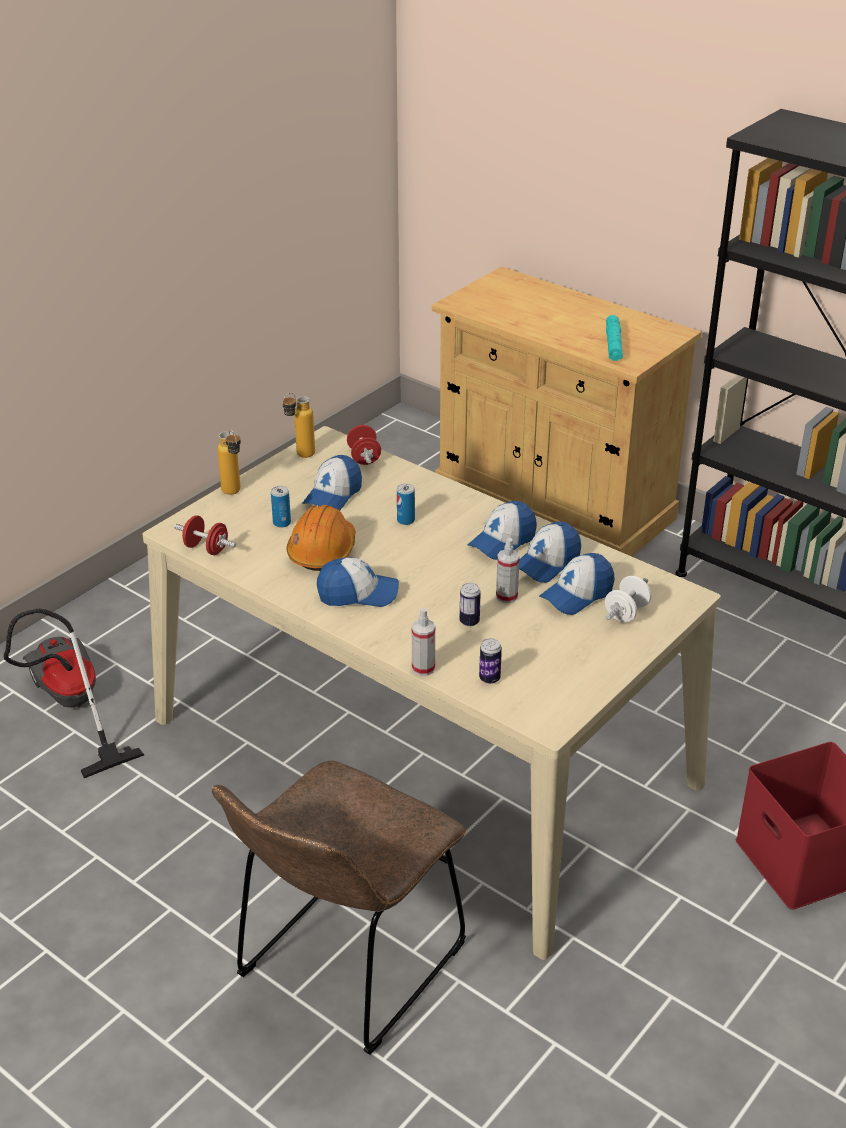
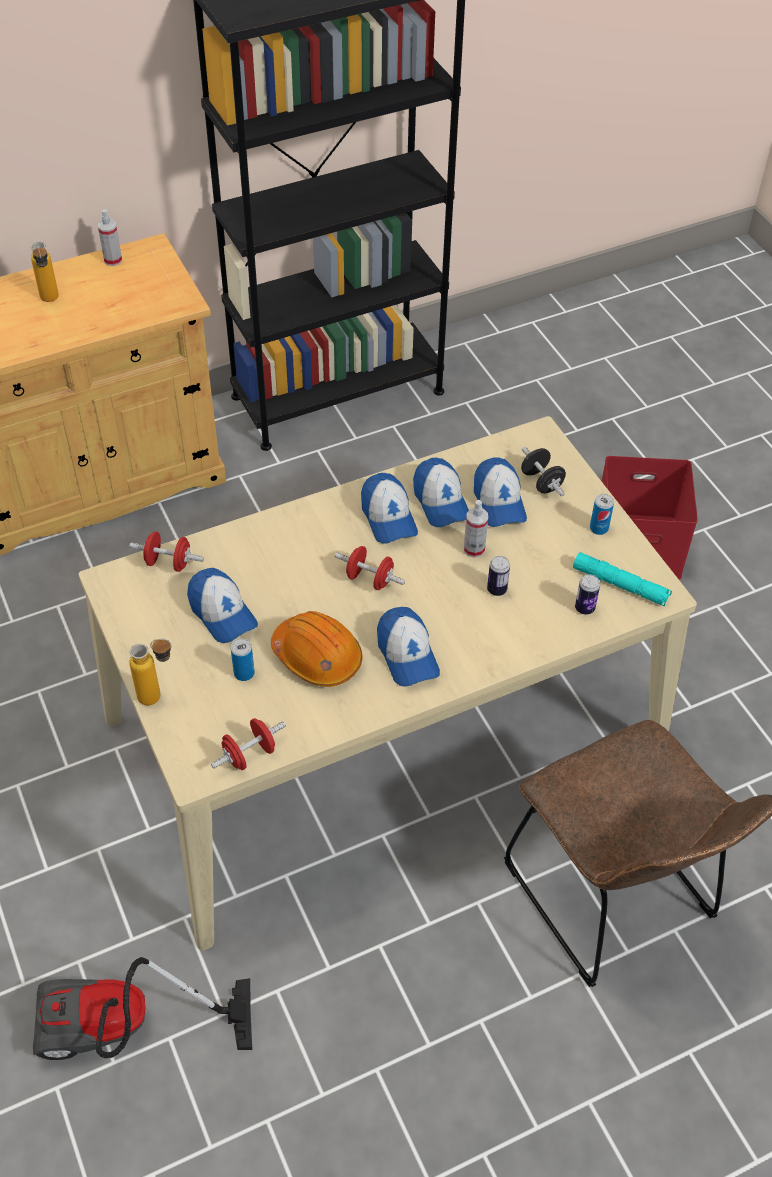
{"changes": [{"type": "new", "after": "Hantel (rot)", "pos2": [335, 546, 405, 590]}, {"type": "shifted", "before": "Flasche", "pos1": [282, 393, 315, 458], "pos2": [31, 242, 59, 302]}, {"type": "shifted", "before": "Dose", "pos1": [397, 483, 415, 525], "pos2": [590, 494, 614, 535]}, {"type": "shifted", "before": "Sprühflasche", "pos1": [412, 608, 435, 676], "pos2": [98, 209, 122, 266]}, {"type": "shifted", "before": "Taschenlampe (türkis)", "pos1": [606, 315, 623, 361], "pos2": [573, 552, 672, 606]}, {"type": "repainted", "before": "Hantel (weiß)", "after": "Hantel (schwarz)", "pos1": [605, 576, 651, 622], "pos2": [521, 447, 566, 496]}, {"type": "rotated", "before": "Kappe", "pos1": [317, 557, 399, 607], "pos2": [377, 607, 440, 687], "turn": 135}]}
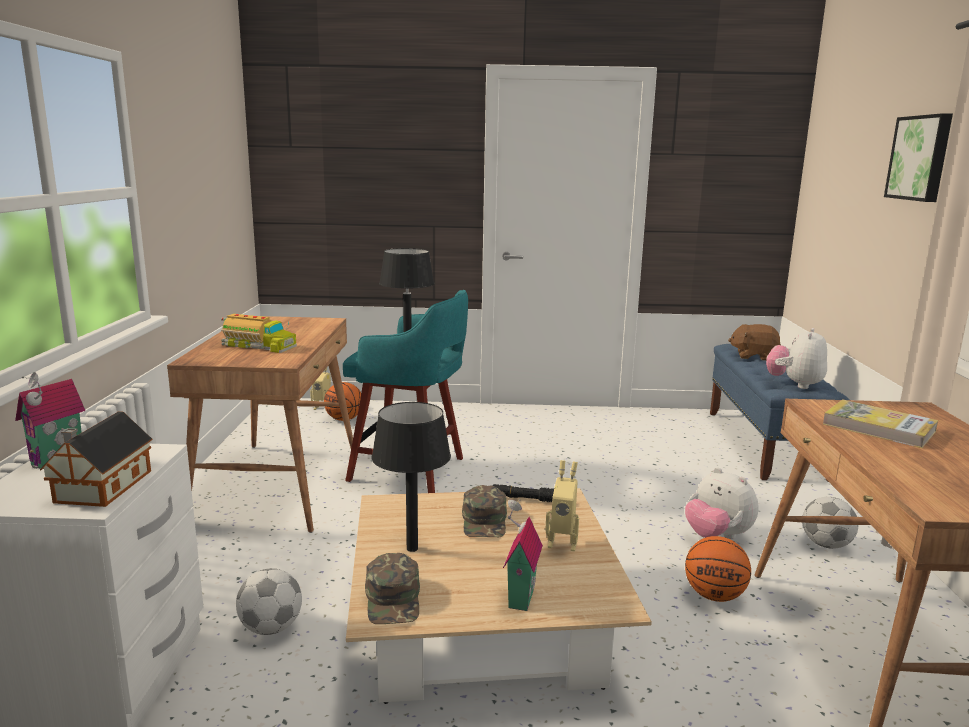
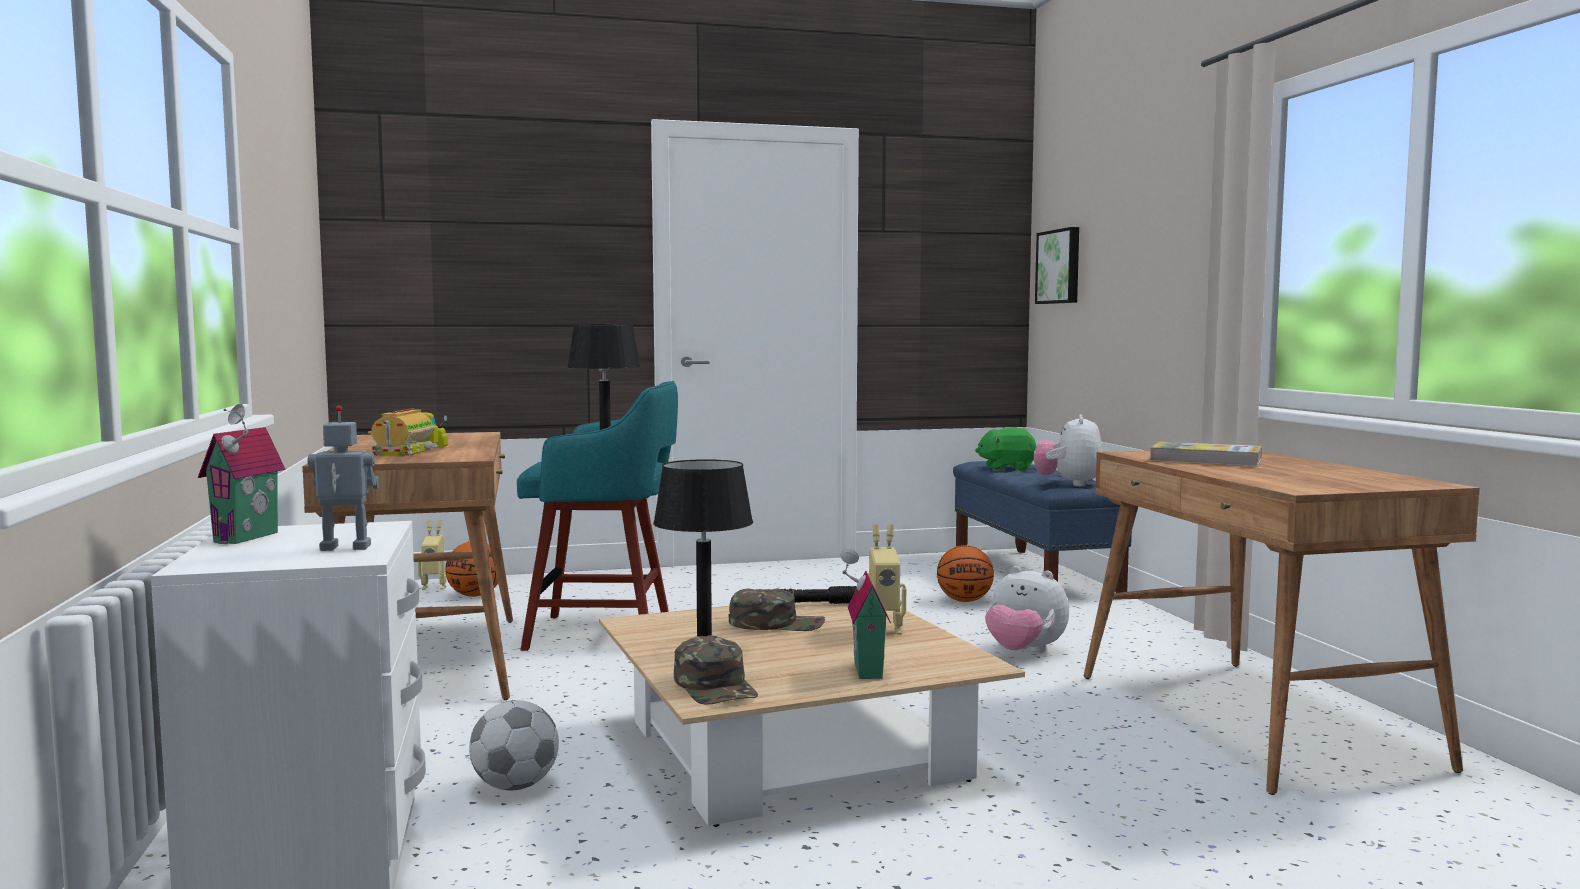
{"changes": [{"type": "gone", "before": "Fußball", "pos1": [802, 497, 858, 549]}, {"type": "shifted", "before": "Basketball", "pos1": [685, 536, 751, 602], "pos2": [937, 545, 994, 602]}, {"type": "shifted", "before": "Bild", "pos1": [884, 113, 953, 202], "pos2": [1035, 227, 1079, 304]}, {"type": "swapped", "before": "Spielzeughaus", "after": "Spielzeugroboter", "pos1": [40, 411, 153, 507], "pos2": [307, 406, 379, 551]}, {"type": "repainted", "before": "Plüschtier (braun)", "after": "Plüschtier (grün)", "pos1": [728, 324, 781, 361], "pos2": [975, 428, 1036, 471]}, {"type": "rotated", "before": "Spielzeuglaster", "pos1": [221, 314, 297, 353], "pos2": [368, 409, 448, 456], "turn": -90}, {"type": "rotated", "before": "Kappe (grün)", "pos1": [462, 485, 507, 537], "pos2": [729, 589, 825, 631], "turn": -75}]}
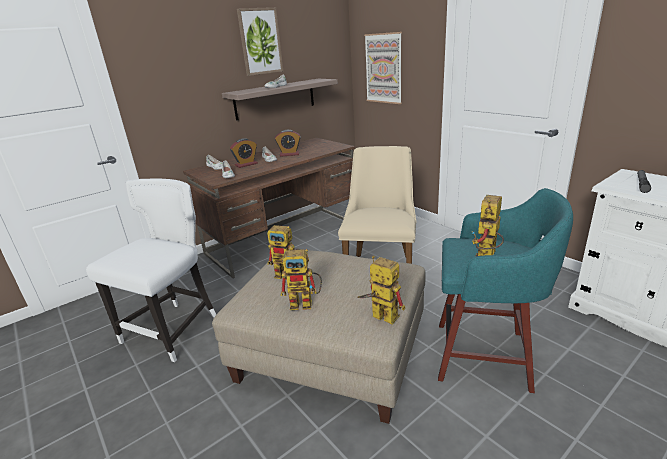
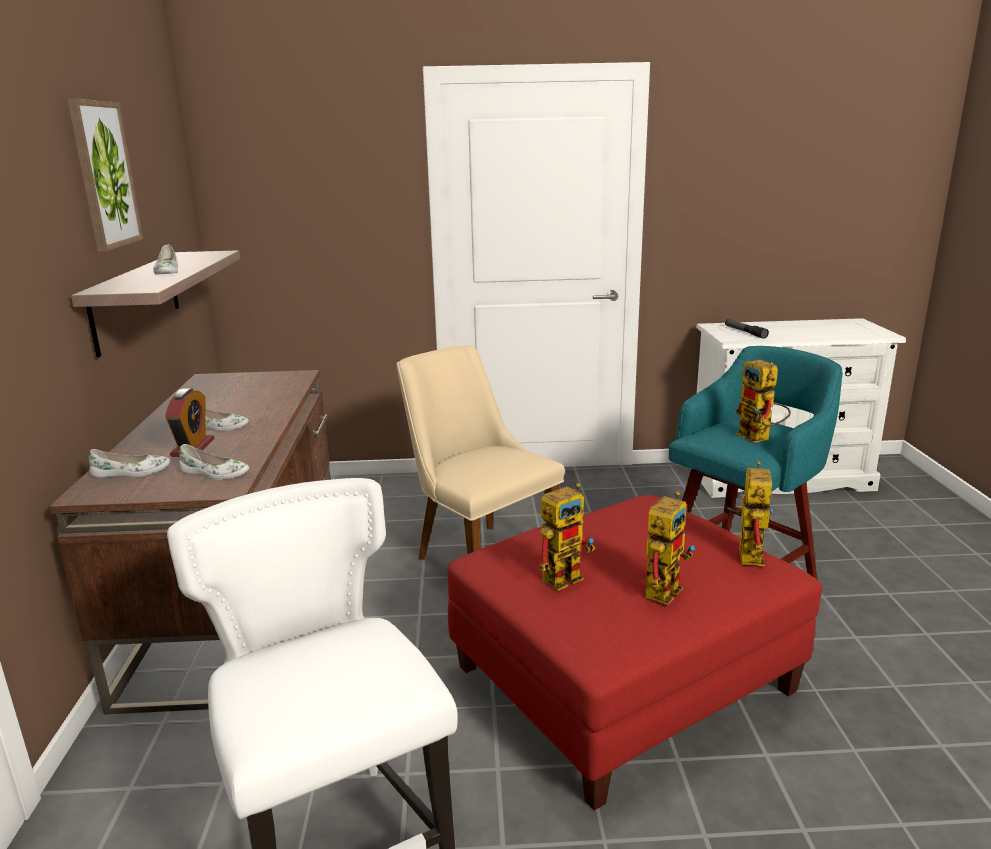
{"changes": [{"type": "gone", "before": "Wecker", "pos1": [275, 130, 301, 157]}, {"type": "gone", "before": "Bild", "pos1": [364, 32, 402, 104]}, {"type": "repainted", "before": "Polsterhocker (beige)", "after": "Polsterhocker (rot)", "pos1": [212, 250, 426, 424], "pos2": [448, 495, 822, 811]}, {"type": "rotated", "before": "Spielzeugroboter", "pos1": [357, 256, 405, 324], "pos2": [726, 461, 774, 566], "turn": 120}]}
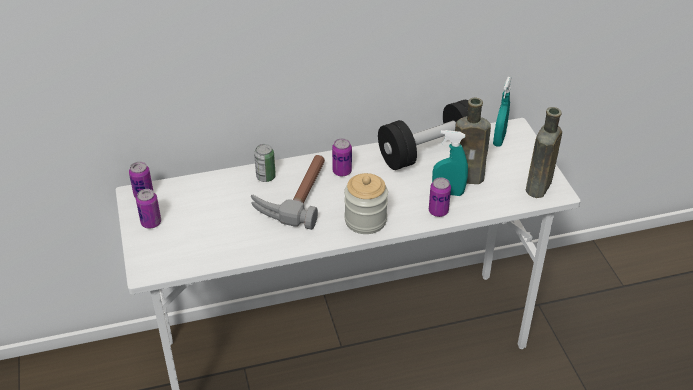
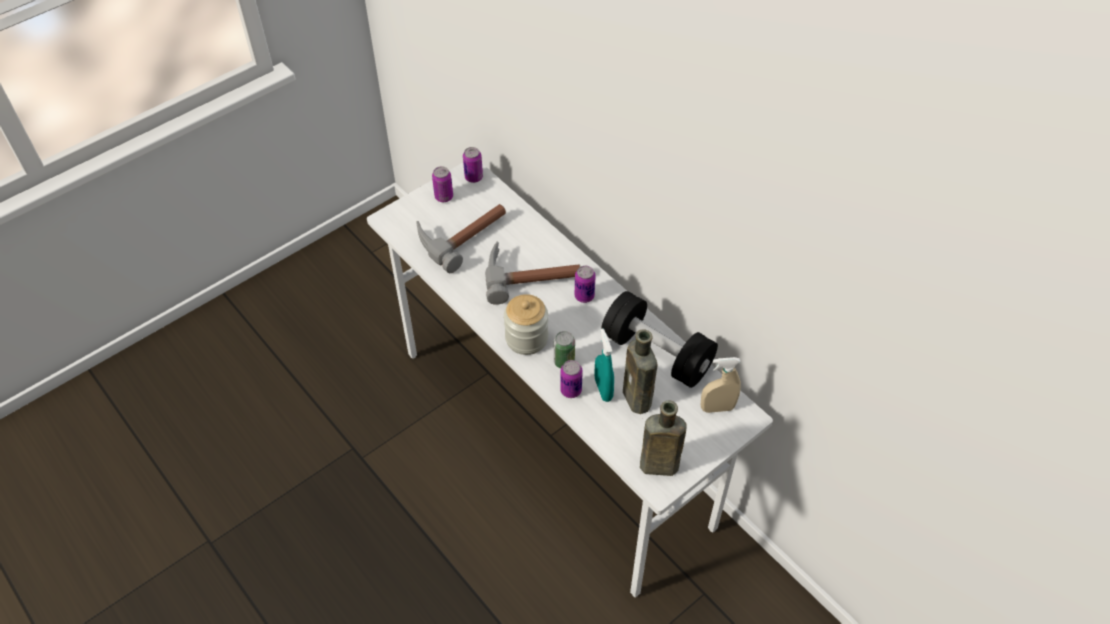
{"changes": [{"type": "new", "after": "Hammer", "pos2": [416, 204, 506, 274]}, {"type": "shifted", "before": "Dose", "pos1": [254, 144, 276, 182], "pos2": [554, 331, 575, 368]}, {"type": "repainted", "before": "Sprühflasche (türkis)", "after": "Sprühflasche (beige)", "pos1": [493, 77, 511, 147], "pos2": [701, 357, 741, 413]}]}
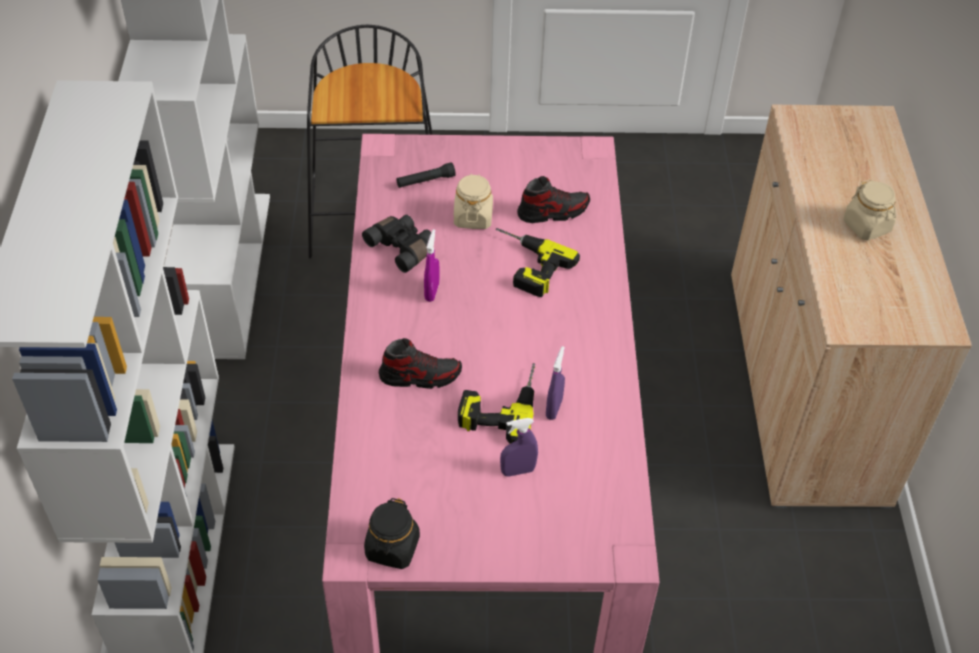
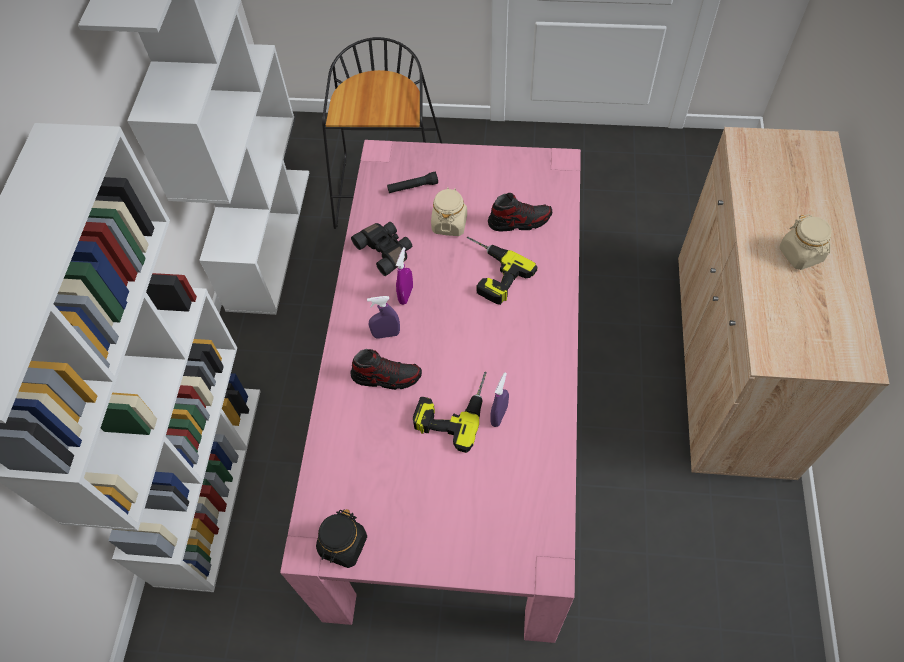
{"changes": [{"type": "shifted", "before": "Sprühflasche (lila)", "pos1": [500, 418, 538, 476], "pos2": [367, 296, 400, 339]}]}
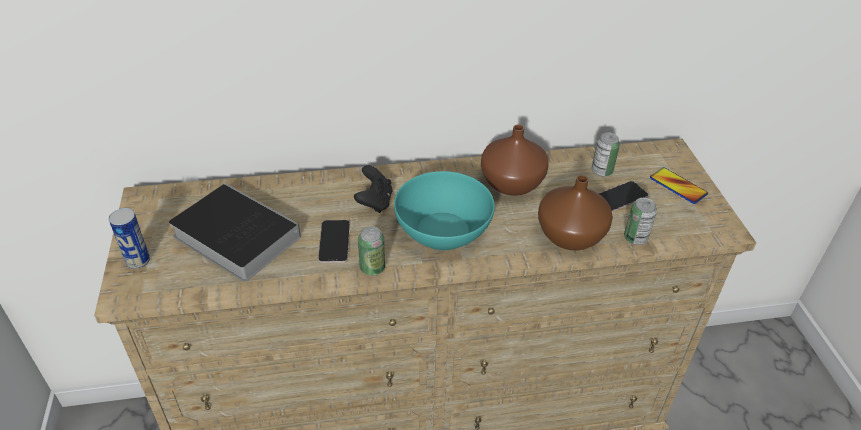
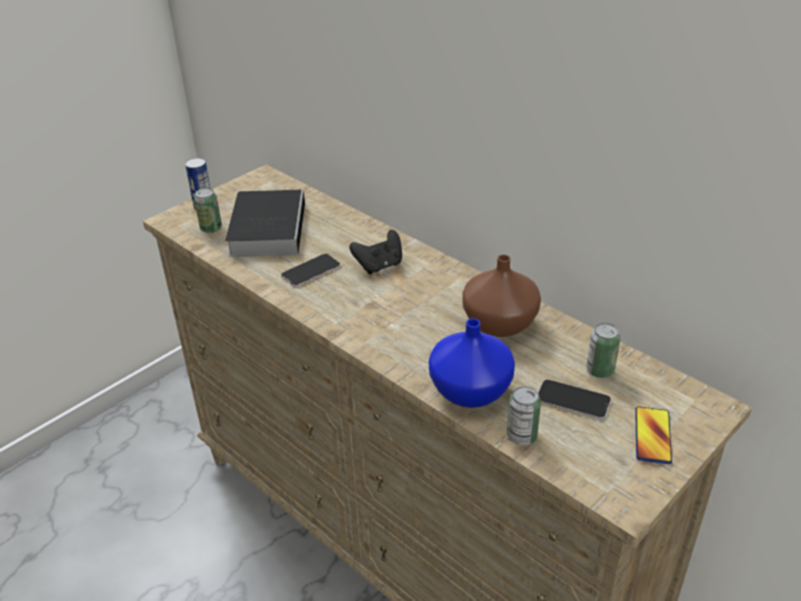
{"changes": [{"type": "gone", "before": "Schüssel (türkis)", "pos1": [394, 171, 495, 250]}, {"type": "shifted", "before": "Dose", "pos1": [358, 226, 385, 276], "pos2": [194, 188, 222, 233]}, {"type": "repainted", "before": "Vase (braun)", "after": "Vase (blau)", "pos1": [538, 175, 613, 250], "pos2": [429, 318, 515, 408]}]}
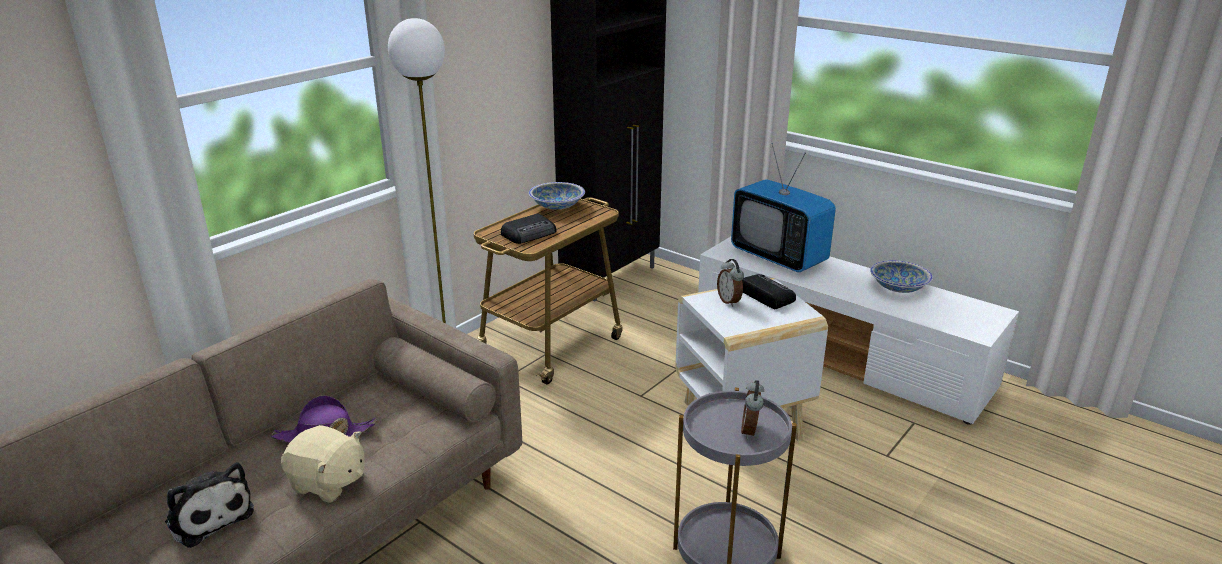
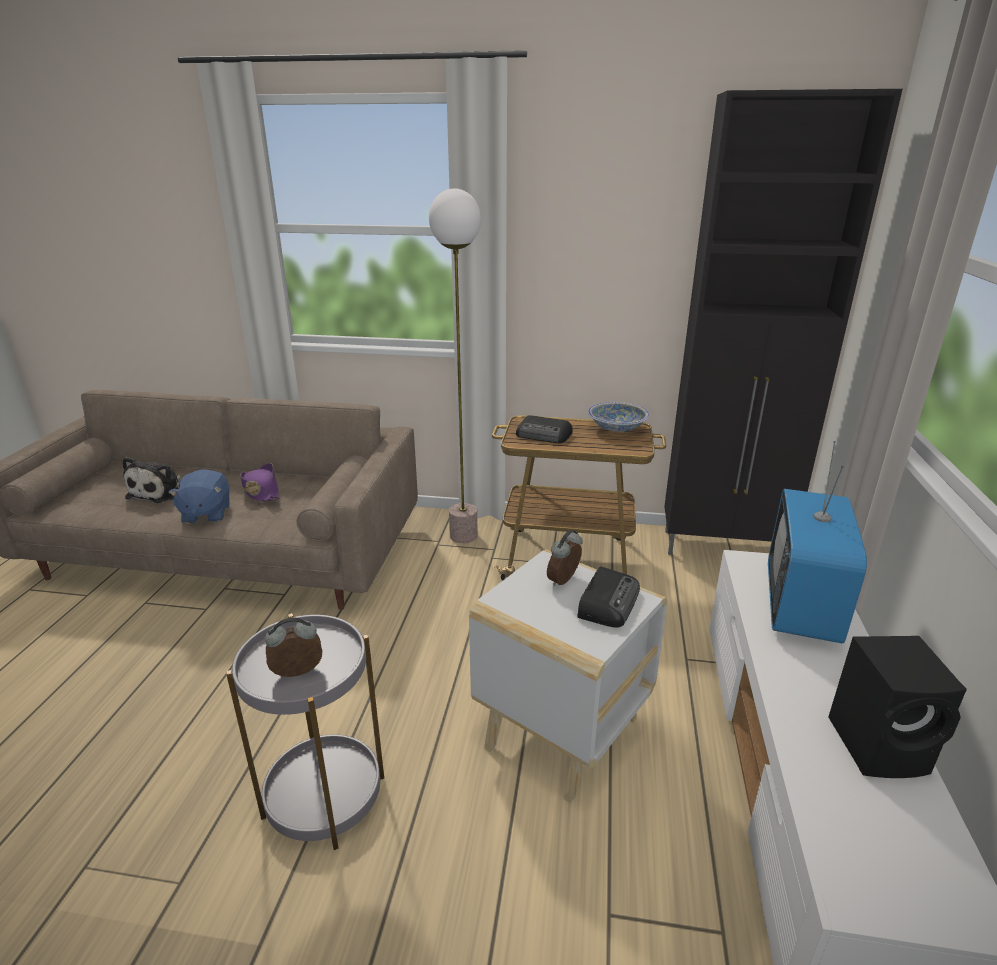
{"changes": [{"type": "swapped", "before": "Schüssel", "after": "Lautsprecher (schwarz)", "pos1": [870, 260, 933, 293], "pos2": [828, 636, 967, 778]}, {"type": "repainted", "before": "Plüschtier (beige)", "after": "Plüschtier (blau)", "pos1": [281, 425, 365, 503], "pos2": [168, 469, 230, 524]}]}
